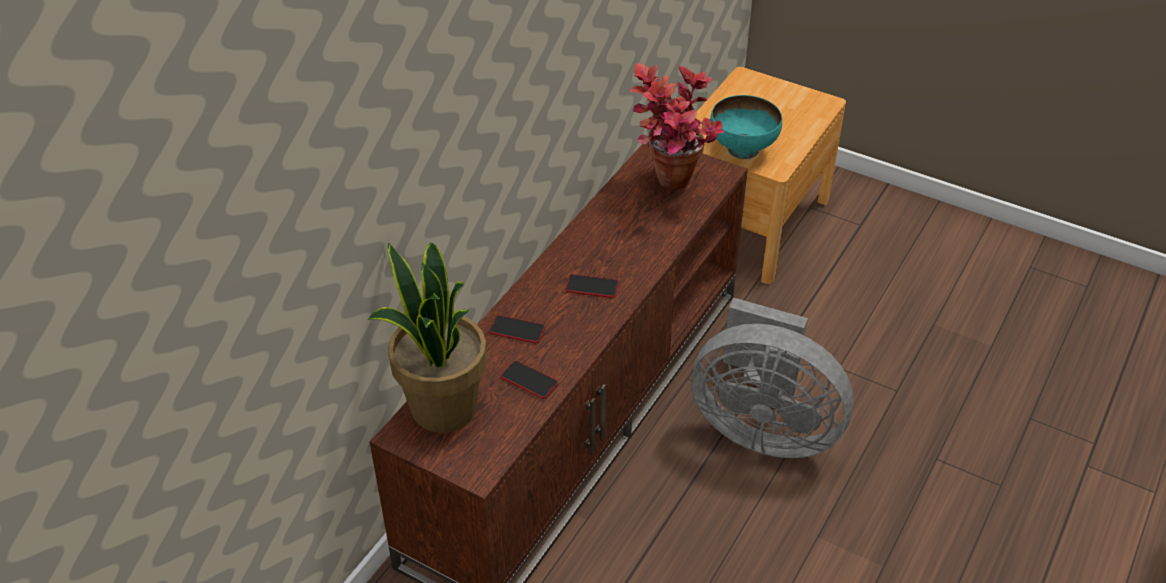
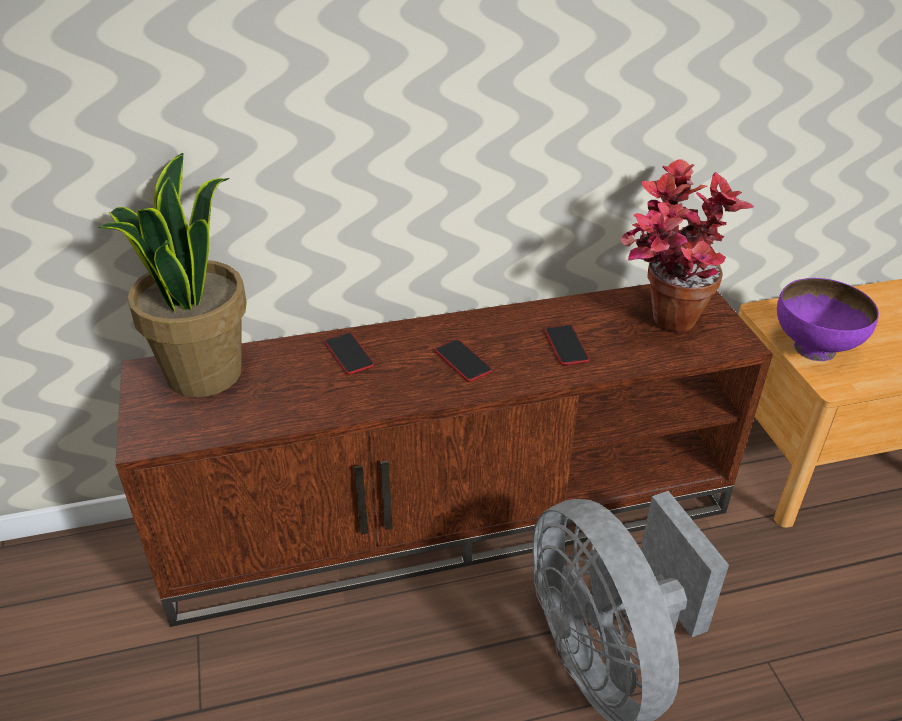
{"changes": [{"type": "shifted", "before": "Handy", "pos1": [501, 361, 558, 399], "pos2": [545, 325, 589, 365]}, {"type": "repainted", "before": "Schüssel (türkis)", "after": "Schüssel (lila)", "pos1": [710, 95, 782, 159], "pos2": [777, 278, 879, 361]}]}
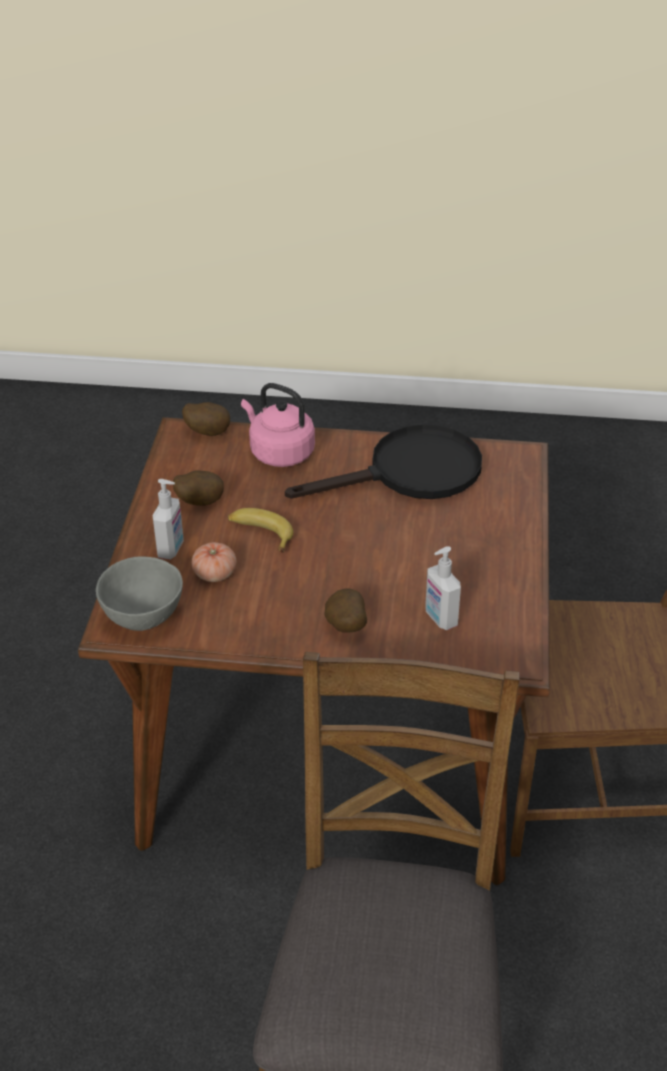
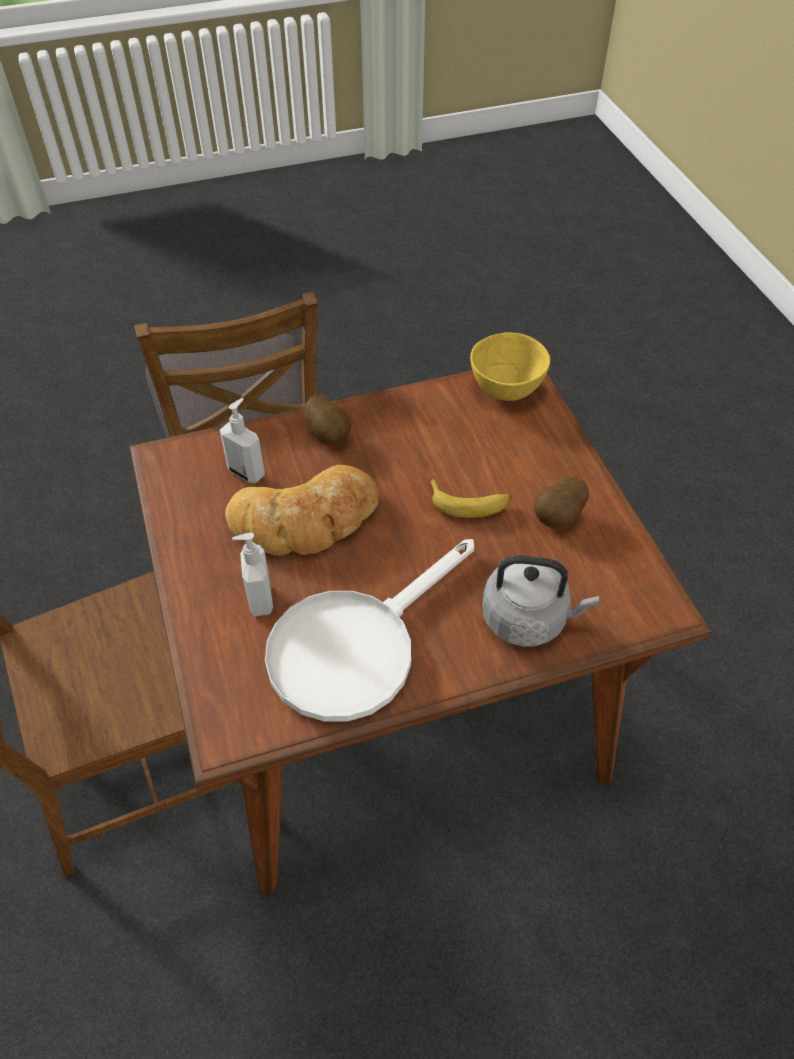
{"changes": [{"type": "gone", "before": "Kartoffel", "pos1": [182, 402, 230, 436]}, {"type": "gone", "before": "Tomate", "pos1": [192, 542, 236, 582]}, {"type": "new", "after": "Brot", "pos2": [225, 465, 379, 556]}, {"type": "shifted", "before": "Seifenspender", "pos1": [152, 479, 184, 560], "pos2": [232, 533, 273, 617]}, {"type": "repainted", "before": "Schüssel (grau)", "after": "Schüssel (gelb)", "pos1": [96, 556, 183, 631], "pos2": [470, 332, 550, 401]}, {"type": "repainted", "before": "Wasserkessel (rosa)", "after": "Wasserkessel (grau)", "pos1": [241, 383, 315, 467], "pos2": [482, 555, 599, 647]}, {"type": "repainted", "before": "Pfanne (schwarz)", "after": "Pfanne (weiß)", "pos1": [285, 424, 482, 499], "pos2": [265, 539, 474, 722]}]}
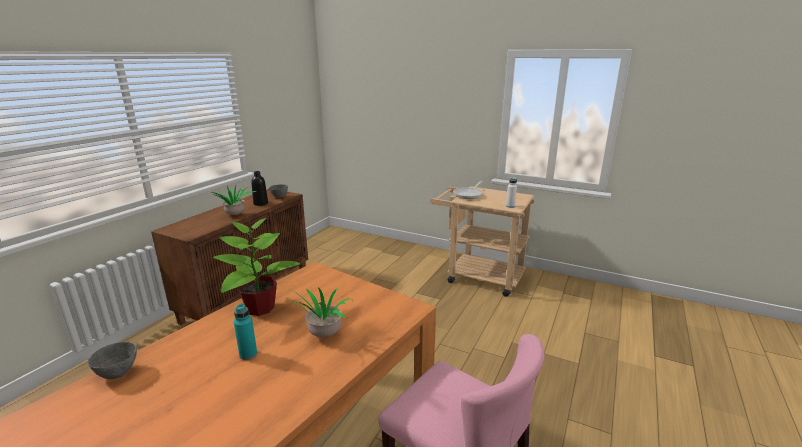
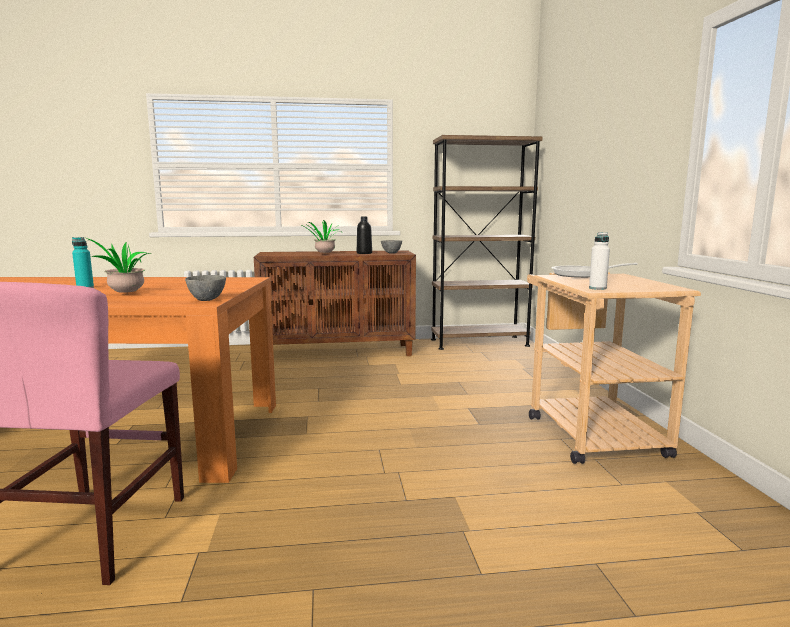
{"changes": [{"type": "gone", "before": "Topfpflanze", "pos1": [213, 218, 300, 316]}, {"type": "new", "after": "Bücherregal (braun)", "pos2": [431, 135, 542, 350]}, {"type": "shifted", "before": "Schüssel (grau)", "pos1": [88, 342, 137, 379], "pos2": [185, 275, 226, 301]}]}
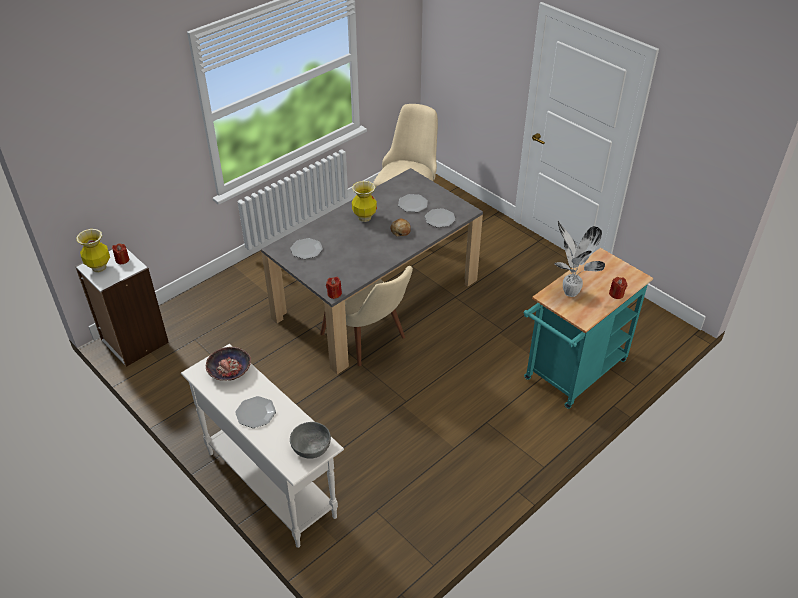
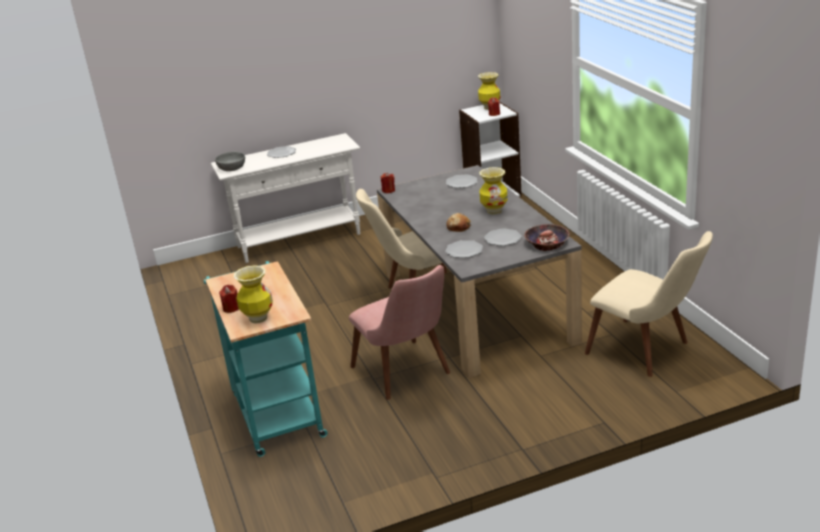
{"changes": [{"type": "gone", "before": "Topfpflanze", "pos1": [554, 221, 605, 297]}, {"type": "new", "after": "Vase", "pos2": [234, 265, 273, 324]}, {"type": "new", "after": "Stuhl (rosa)", "pos2": [349, 265, 450, 400]}, {"type": "shifted", "before": "Schüssel", "pos1": [206, 347, 251, 381], "pos2": [524, 224, 570, 251]}]}
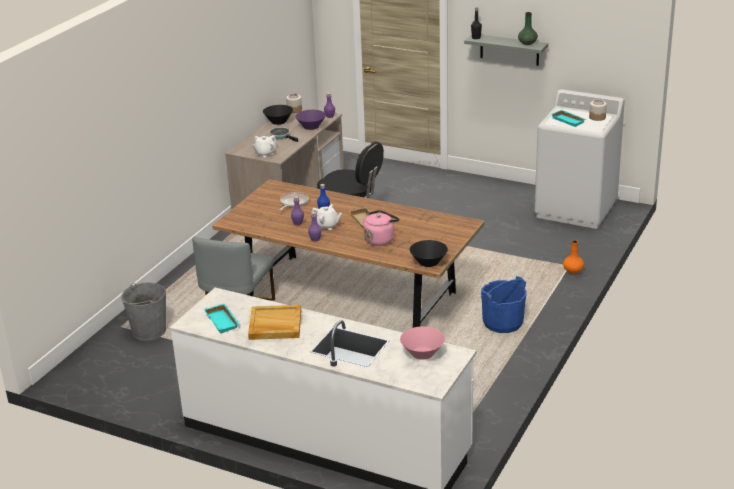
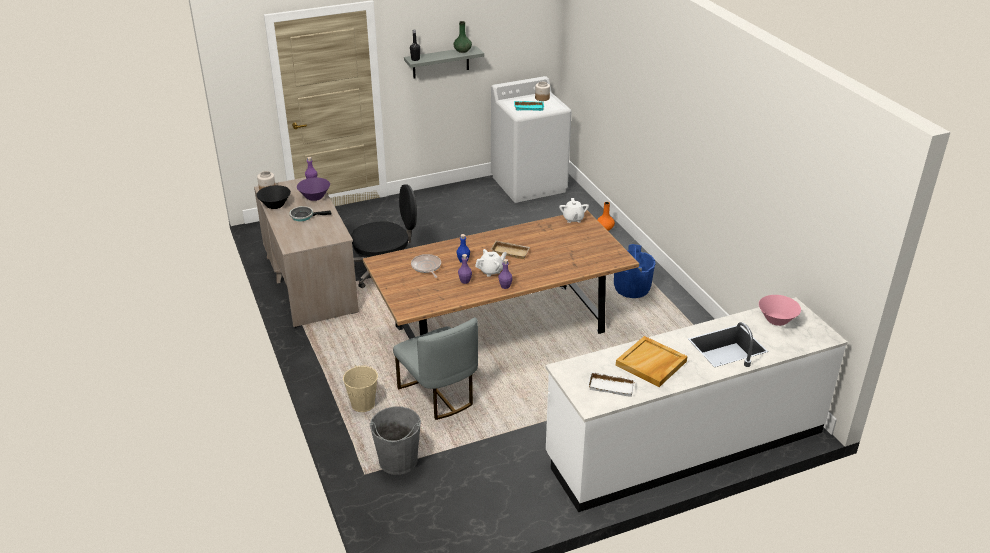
{"changes": [{"type": "gone", "before": "Wasserkessel (rosa)", "pos1": [363, 210, 399, 246]}, {"type": "gone", "before": "Schüssel (schwarz)", "pos1": [410, 240, 448, 267]}, {"type": "new", "after": "Eimer (beige)", "pos2": [343, 365, 378, 412]}, {"type": "shifted", "before": "Teekanne (weiß)", "pos1": [252, 135, 277, 157], "pos2": [559, 198, 589, 223]}, {"type": "repainted", "before": "Tablett (türkis)", "after": "Tablett (weiß)", "pos1": [204, 304, 240, 333], "pos2": [587, 371, 636, 397]}]}
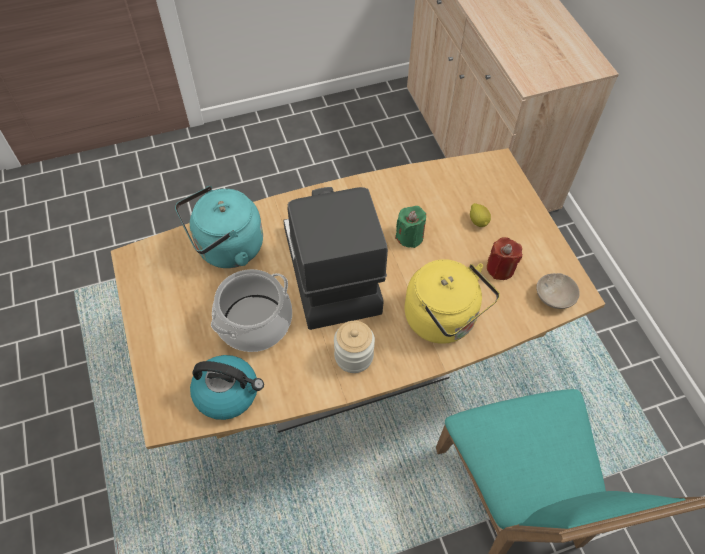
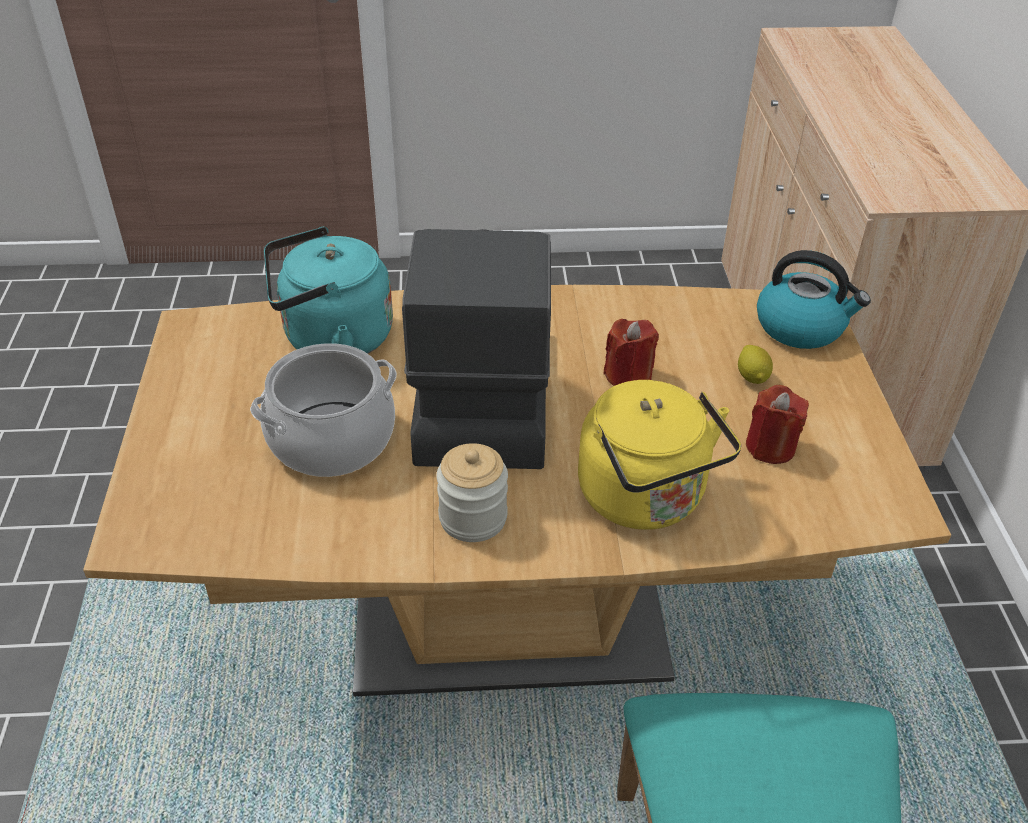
{"changes": [{"type": "gone", "before": "Schüssel (beige)", "pos1": [536, 273, 580, 309]}, {"type": "shifted", "before": "Wasserkessel", "pos1": [190, 355, 264, 420], "pos2": [757, 250, 871, 349]}, {"type": "repainted", "before": "Kerze (grün)", "after": "Kerze (rot)", "pos1": [395, 206, 426, 248], "pos2": [603, 319, 659, 386]}]}
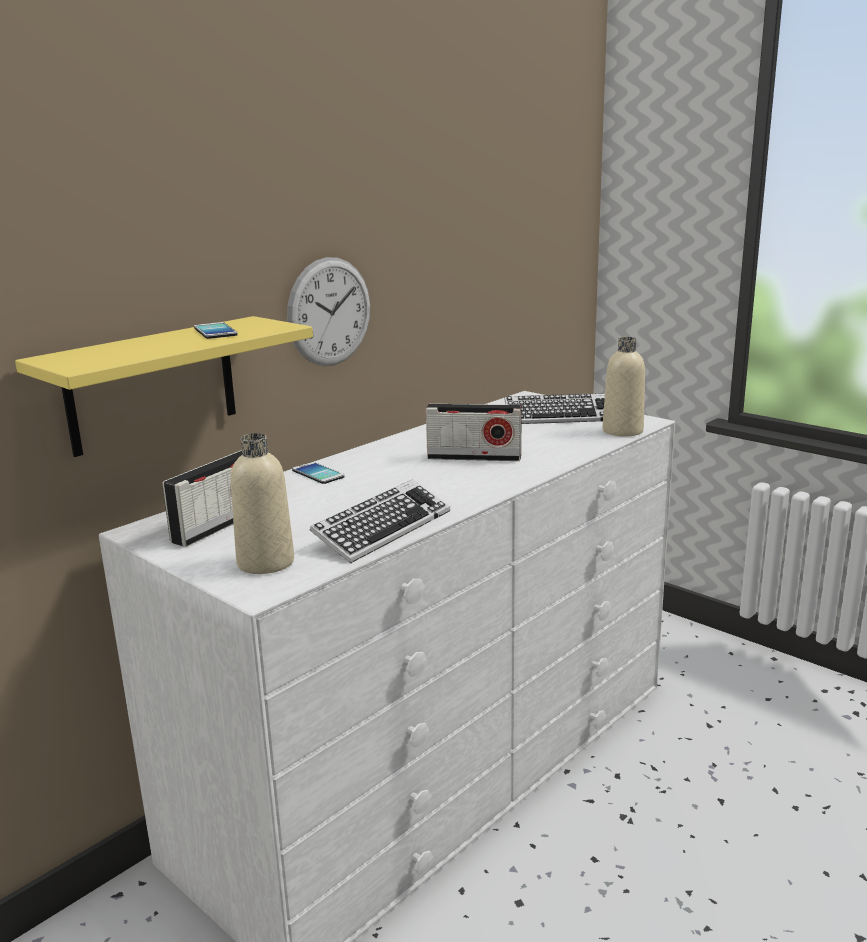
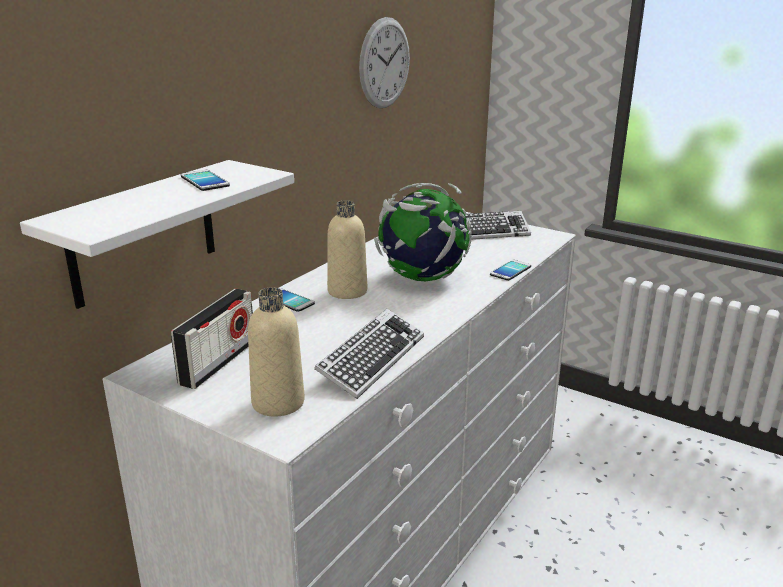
{"changes": [{"type": "new", "after": "Handy", "pos2": [490, 260, 531, 281]}, {"type": "shifted", "before": "Wanduhr", "pos1": [287, 257, 370, 366], "pos2": [359, 17, 410, 108]}, {"type": "shifted", "before": "Flasche (beige)", "pos1": [603, 337, 645, 437], "pos2": [327, 201, 367, 299]}, {"type": "swapped", "before": "Radio", "after": "Globus", "pos1": [426, 404, 522, 461], "pos2": [374, 183, 472, 281]}, {"type": "repainted", "before": "Wandregal (gelb)", "after": "Wandregal (weiß)", "pos1": [15, 316, 313, 457], "pos2": [20, 160, 294, 309]}]}
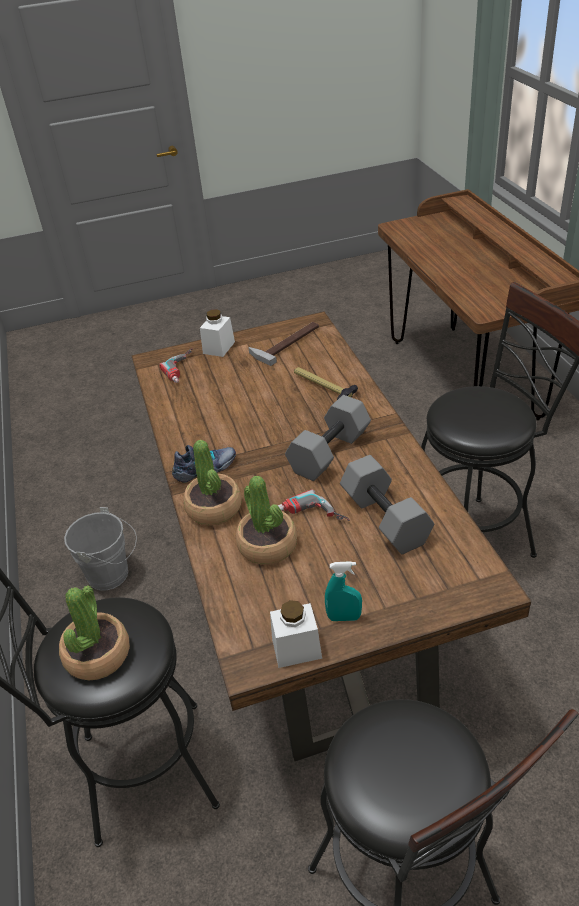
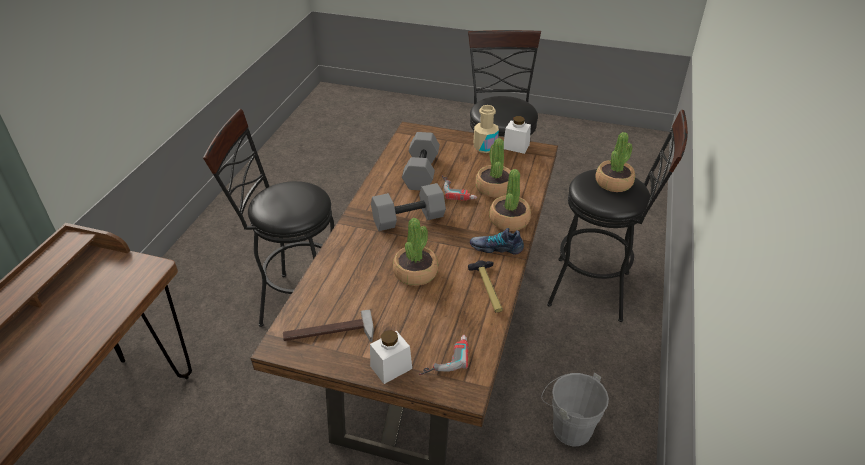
{"changes": [{"type": "new", "after": "Topfpflanze", "pos2": [393, 218, 438, 286]}, {"type": "shifted", "before": "Hammer", "pos1": [294, 367, 358, 400], "pos2": [468, 260, 503, 313]}, {"type": "swapped", "before": "Sprühflasche (türkis)", "after": "Flasche (beige)", "pos1": [325, 561, 362, 621], "pos2": [474, 105, 499, 153]}]}
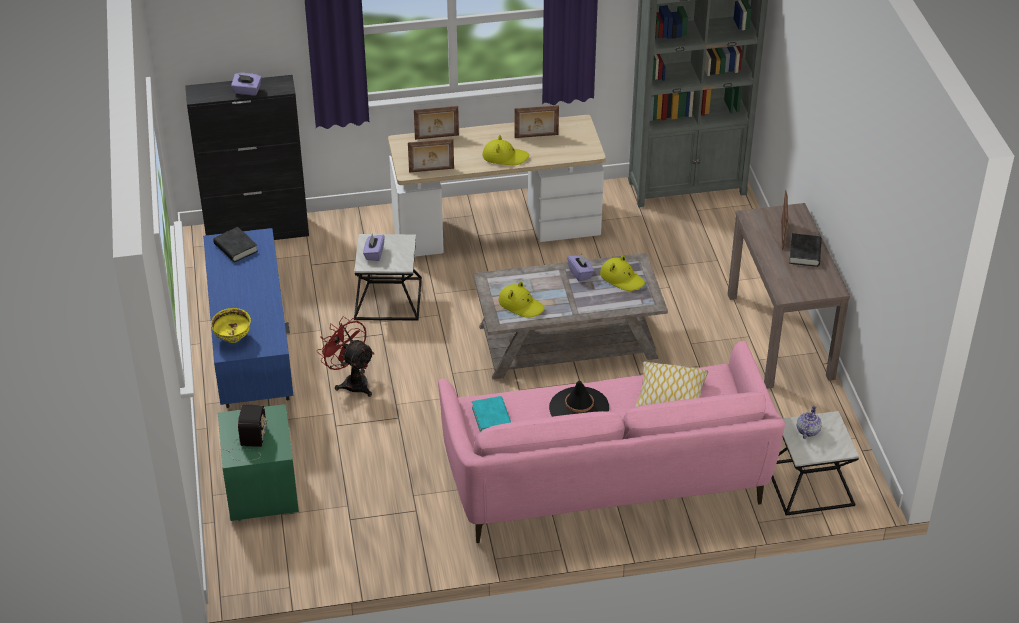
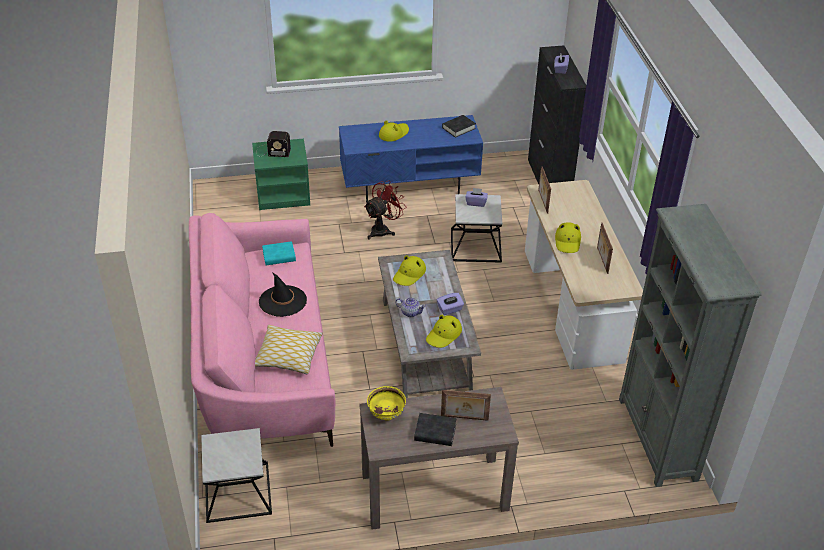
{"changes": [{"type": "gone", "before": "Bilderrahmen", "pos1": [414, 106, 459, 140]}, {"type": "new", "after": "Hut (gelb)", "pos2": [379, 120, 409, 142]}, {"type": "shifted", "before": "Schüssel (gelb)", "pos1": [211, 308, 251, 343], "pos2": [367, 386, 406, 421]}, {"type": "shifted", "before": "Teekanne", "pos1": [797, 405, 822, 439], "pos2": [395, 297, 426, 317]}]}
